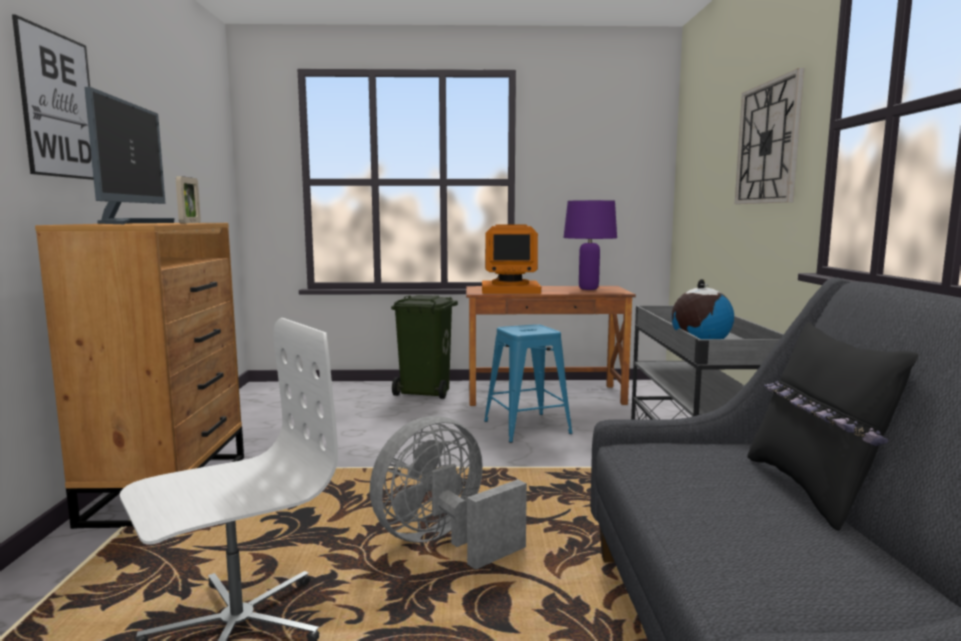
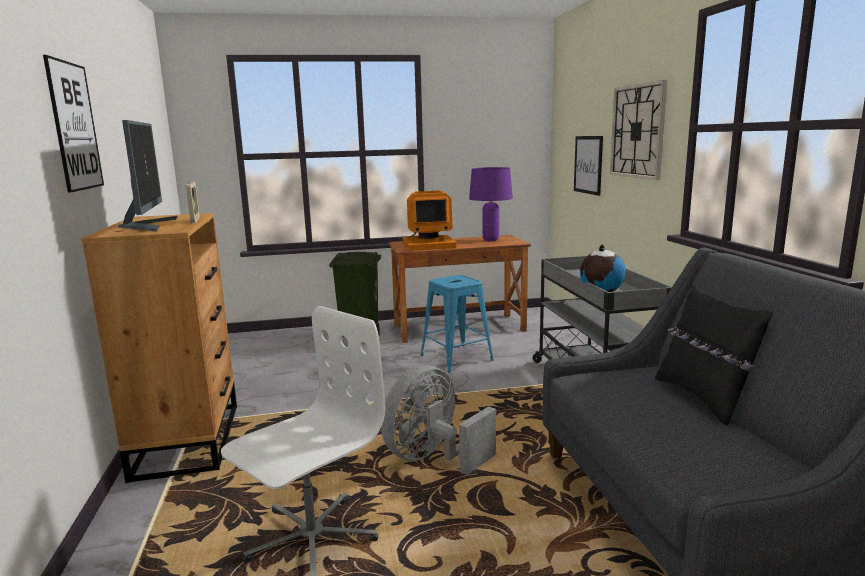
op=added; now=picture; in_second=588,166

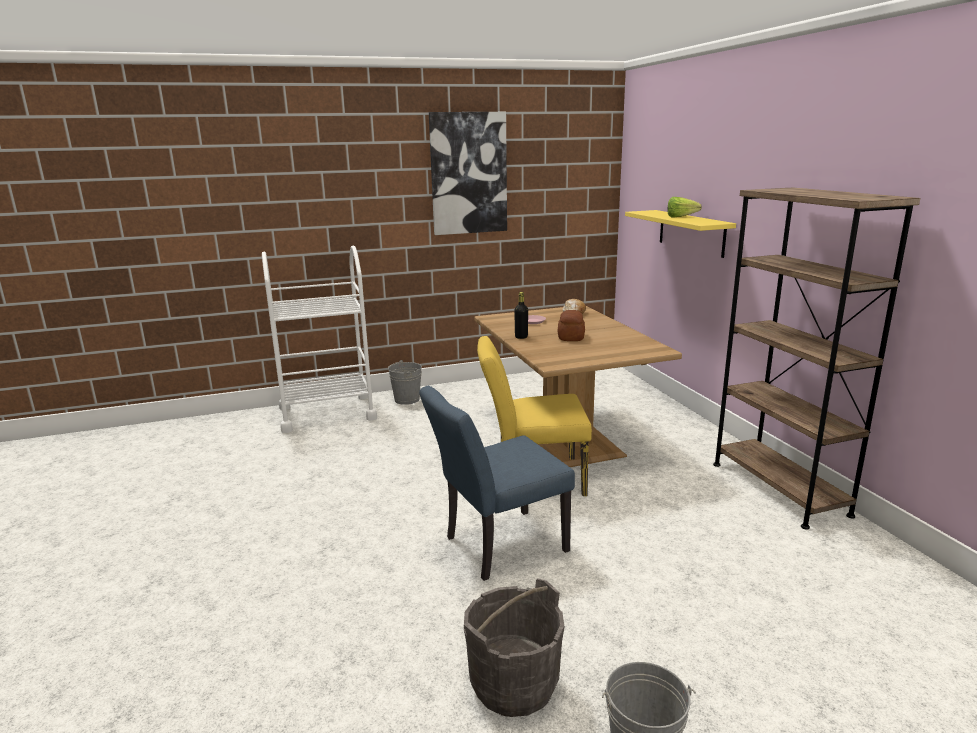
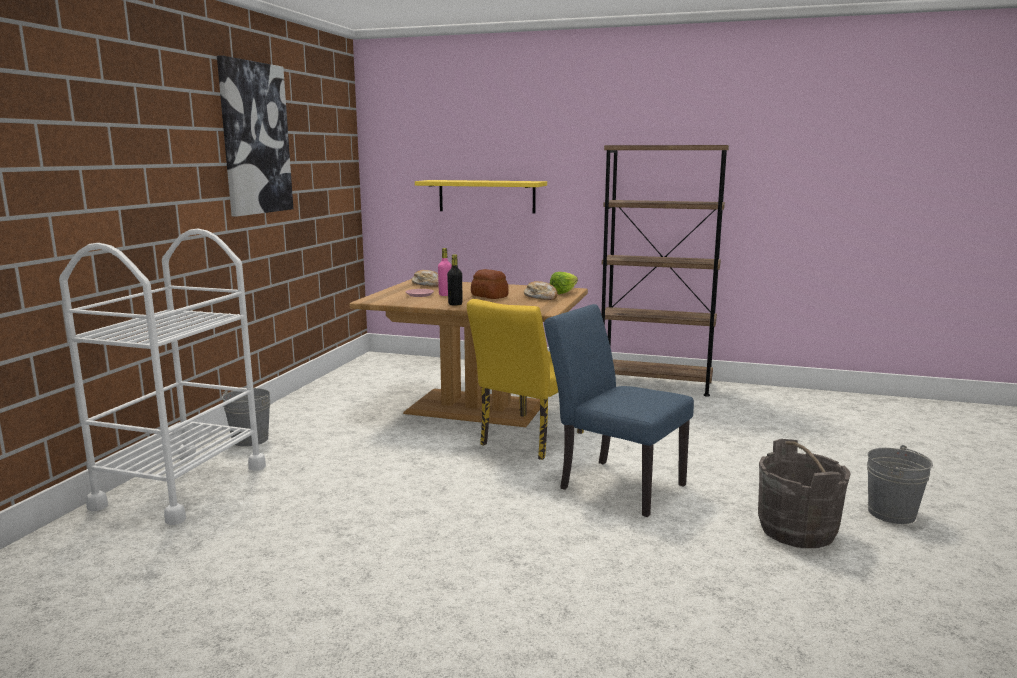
op=moved; was=lettuce; in_first=685,207; in_second=564,283
op=turned; was=blue chair; in_first=497,483; in_second=619,410; clockwise=120
op=added; now=pink bottle; in_second=445,272
op=added; now=bread; in_second=541,290

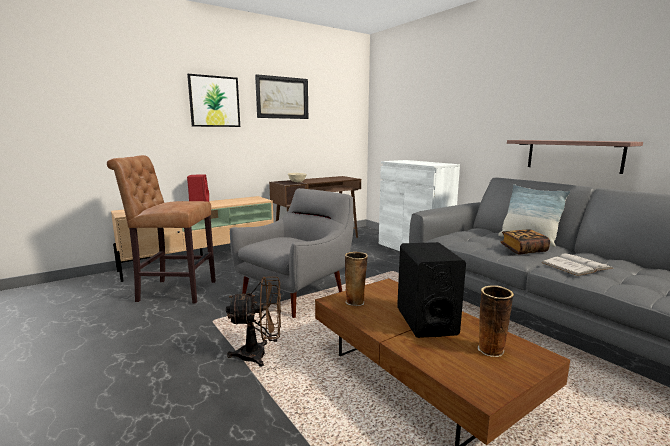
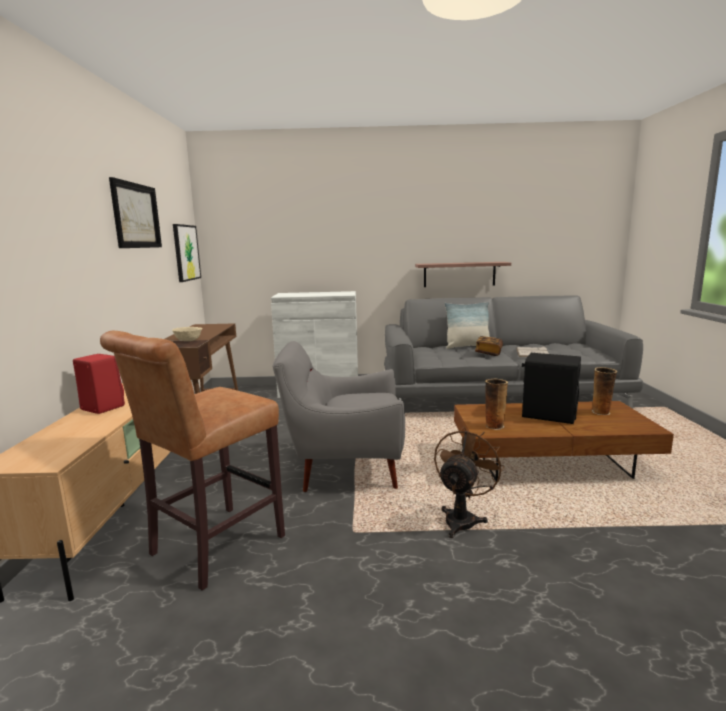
op=moved; was=picture; in_first=213,100; in_second=187,253
op=turned; was=grey armchair; in_first=291,253; in_second=338,416; clockwise=-75

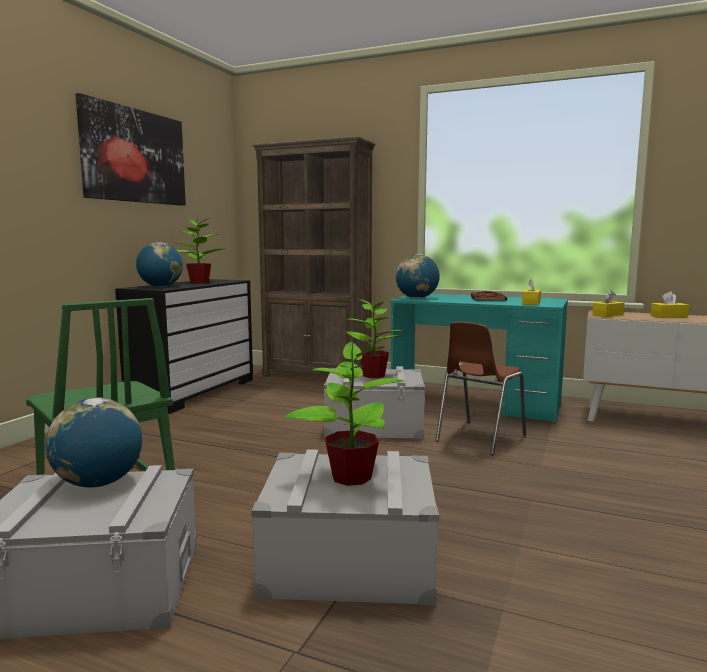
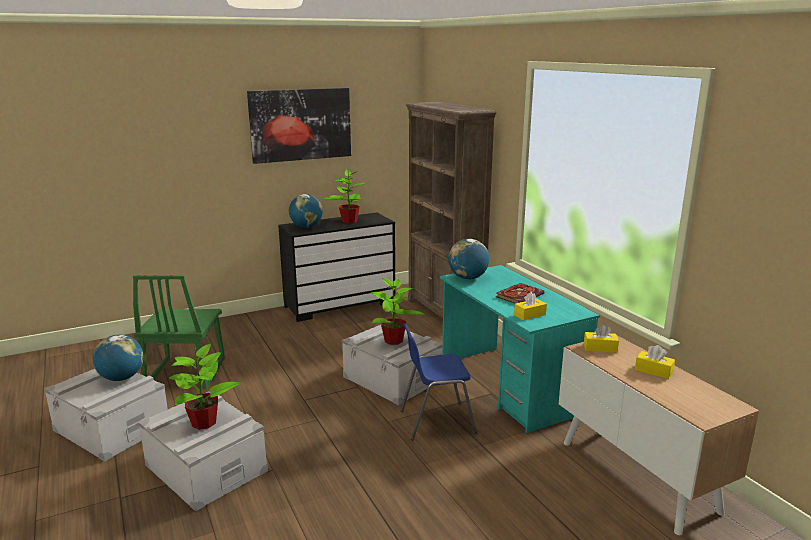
op=recoloured; was=brown chair; now=blue chair; in_first=480,389; in_second=438,382

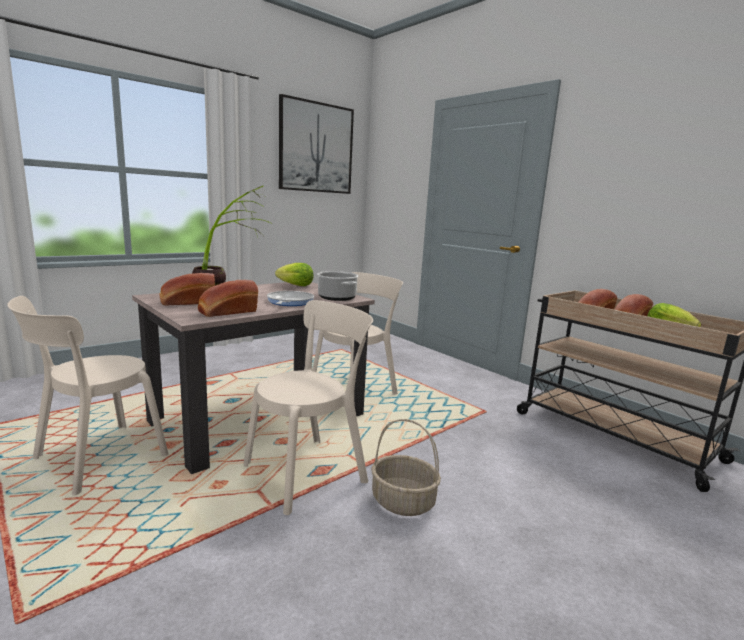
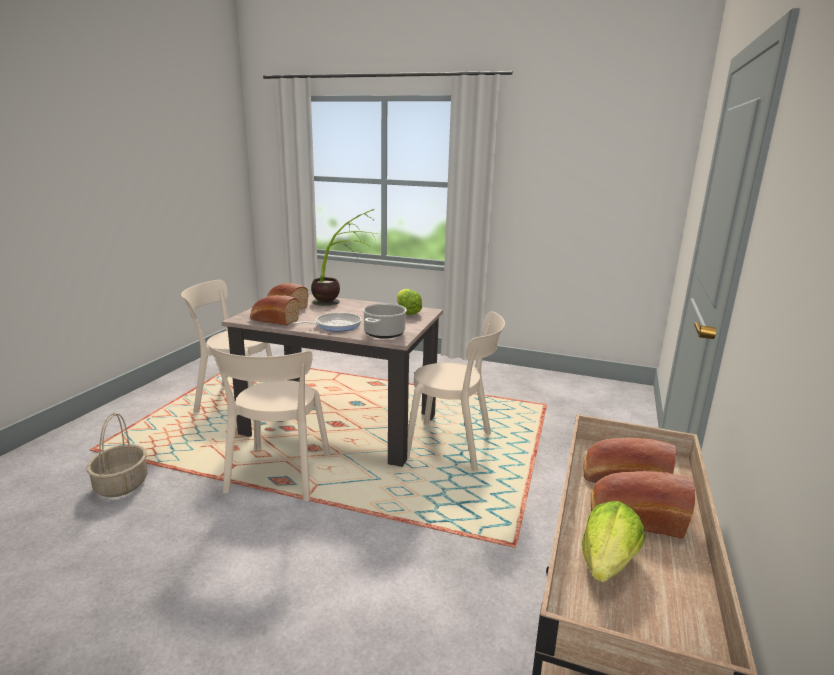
op=removed; was=picture; in_first=316,144
op=turned; was=beige chair; in_first=308,407; in_second=269,422; clockwise=75
op=moved; was=basket; in_first=406,467; in_second=117,455

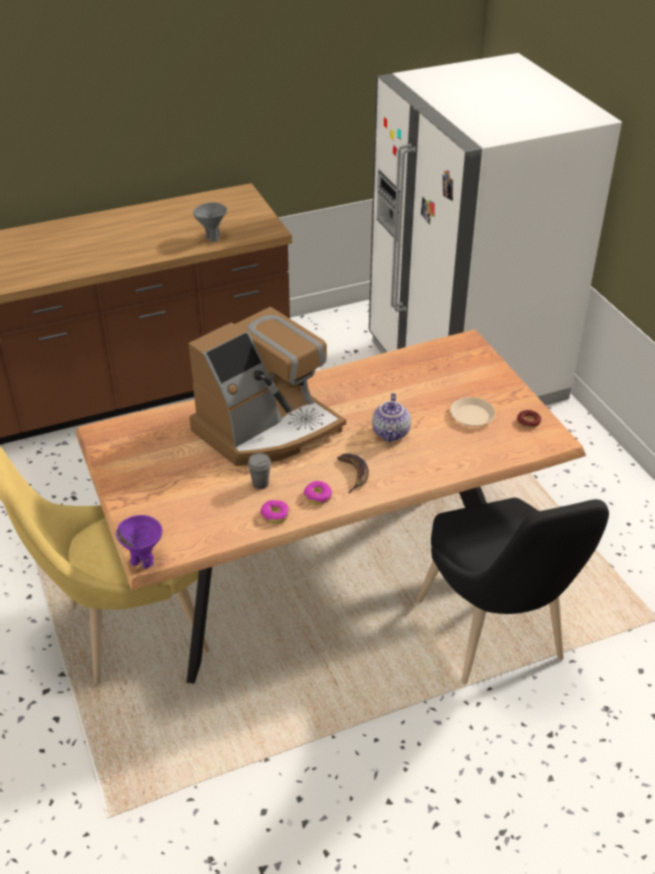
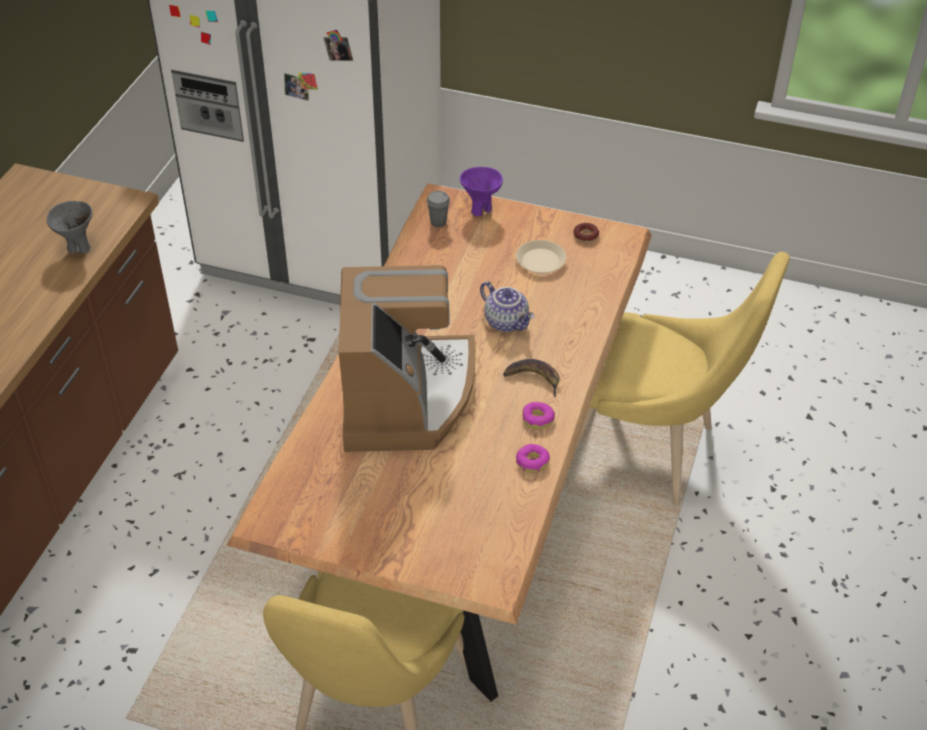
op=moved; was=grey cup; in_first=259,471; in_second=438,209
op=recoloured; was=black chair; now=yellow chair; in_first=513,591; in_second=681,379
op=moved; was=purple bowl; in_first=139,542; in_second=481,192

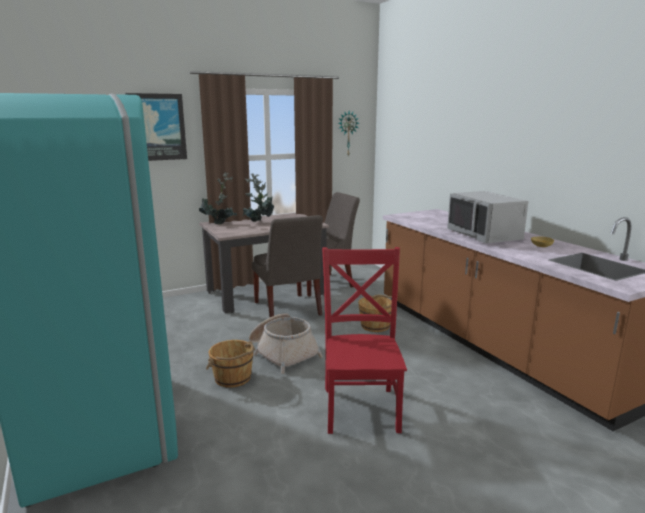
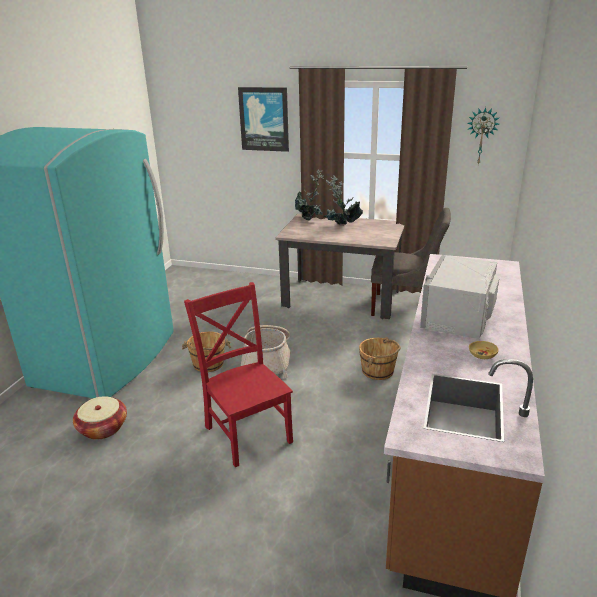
op=removed; was=grey chair; in_first=287,266
op=turned; was=red chair; in_first=364,340; in_second=238,374; clockwise=-75
op=added; now=basket; in_second=100,418

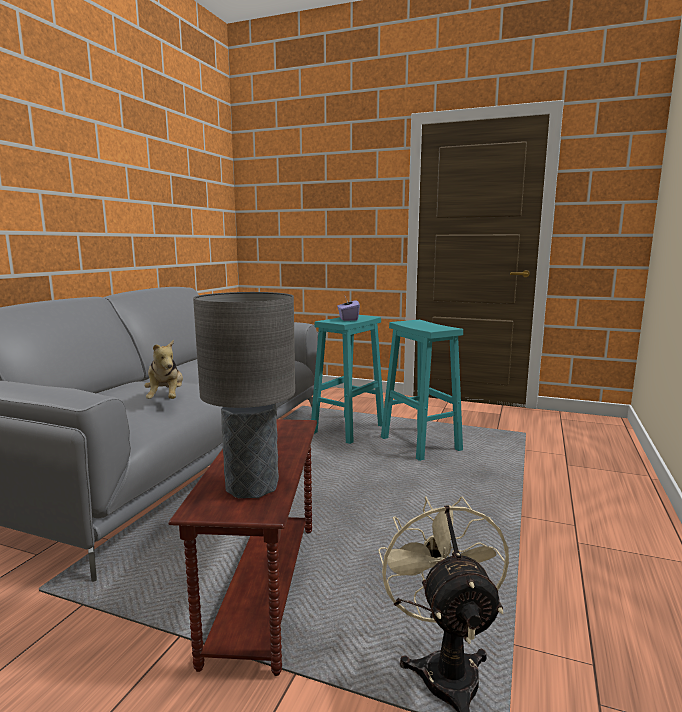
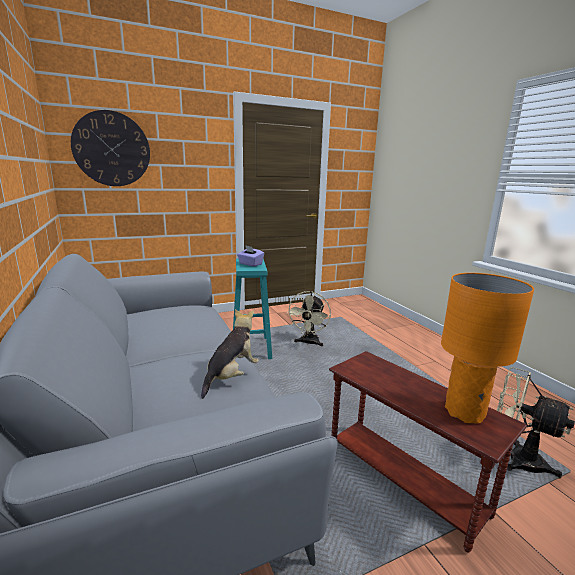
op=recoloured; was=grey table lamp; now=orange table lamp; in_first=244,395; in_second=487,348
op=replaced; was=turquoise stool; now=beige fan; in_first=422,390; in_second=308,318
op=turned; was=plush toy; in_first=163,369; in_second=230,354; clockwise=-90
op=added; now=wall clock; in_second=110,148

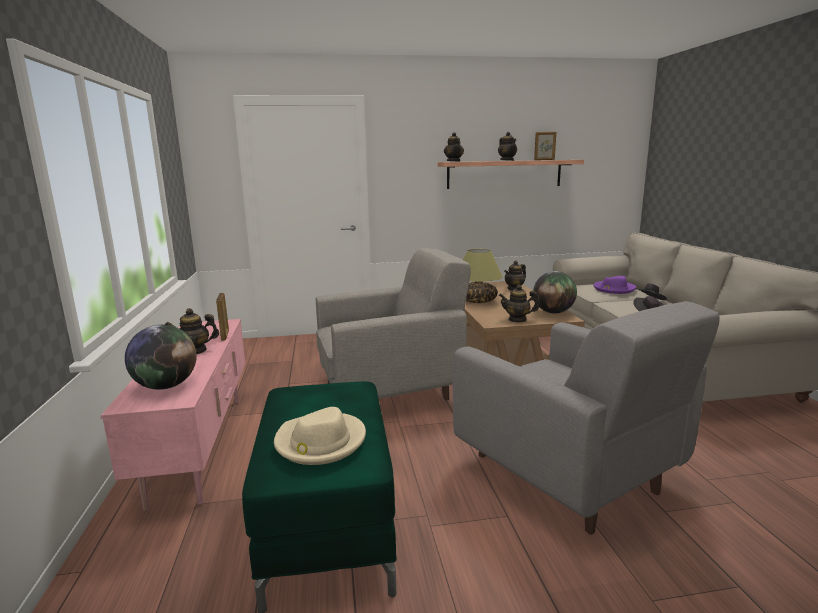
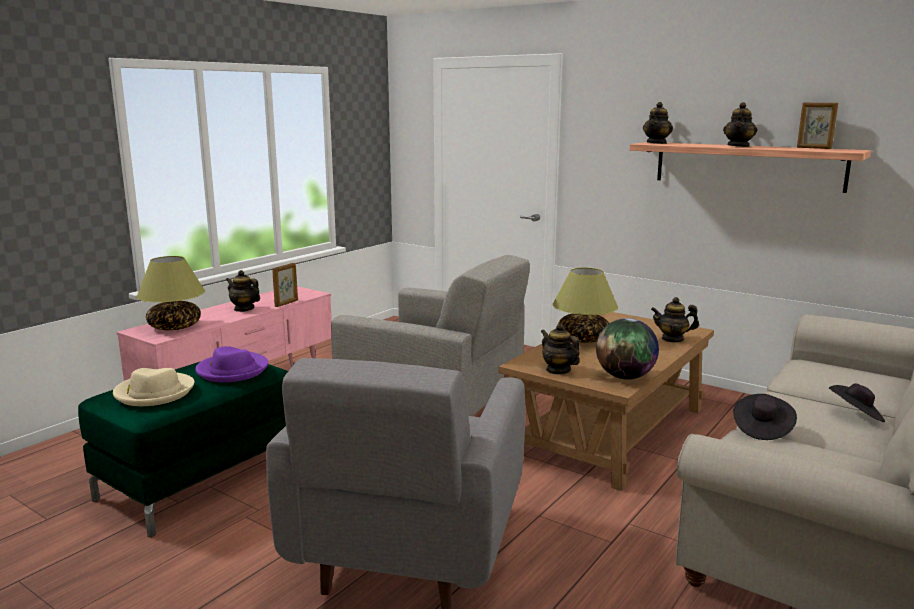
op=moved; was=purple hat; in_first=614,285; in_second=231,364
op=replaced; was=globe; now=table lamp; in_first=161,357; in_second=170,293

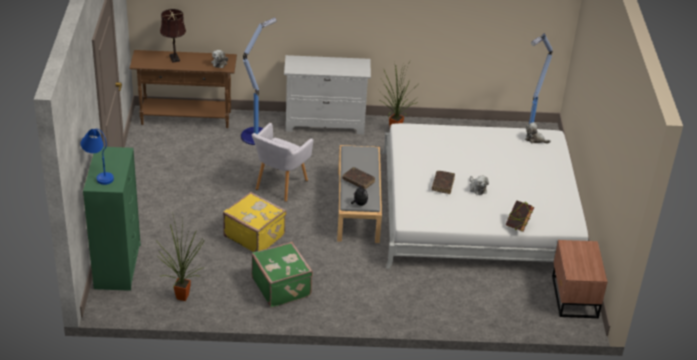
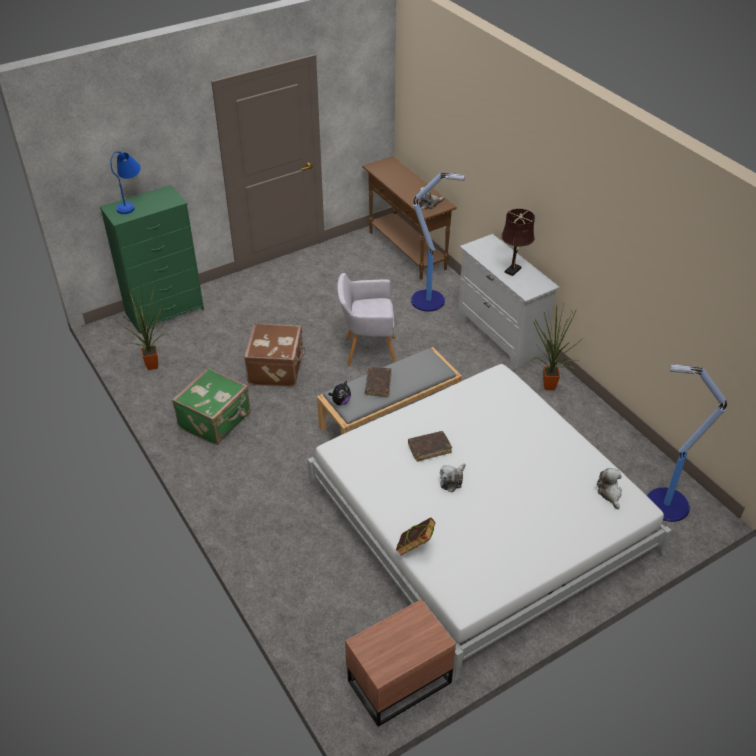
op=moved; was=brown table lamp; in_first=173,36; in_second=518,242
op=recoloured; was=yellow suitcase; now=brown suitcase; in_first=254,222; in_second=275,355

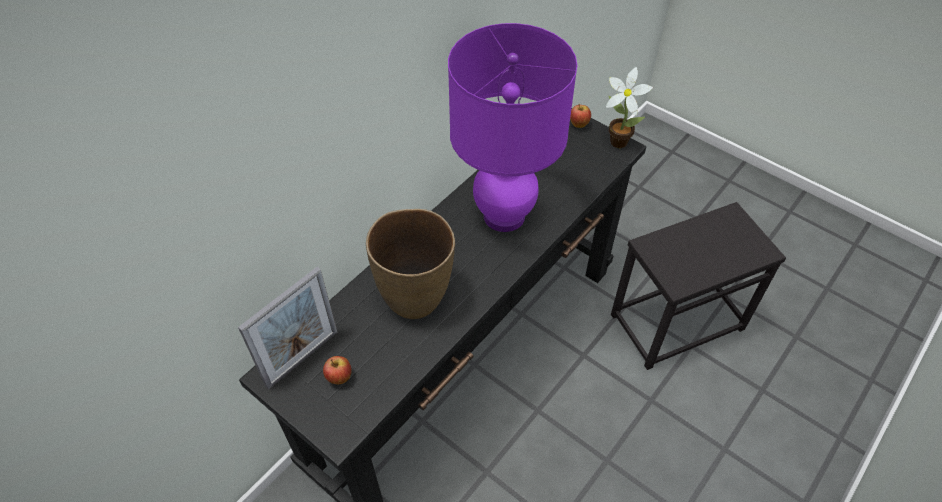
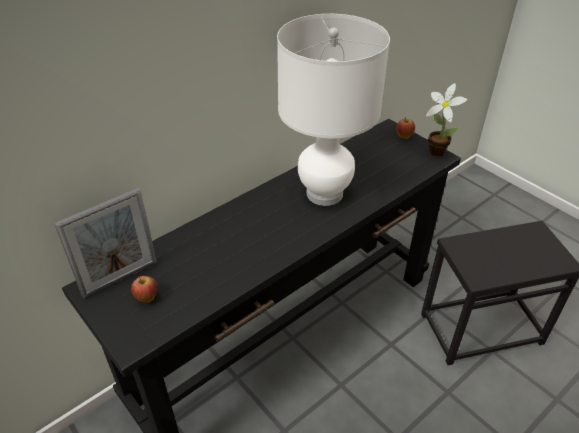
op=recoloured; was=purple table lamp; now=white table lamp; in_first=513,127; in_second=333,110
op=removed; was=brown vase; in_first=410,264

